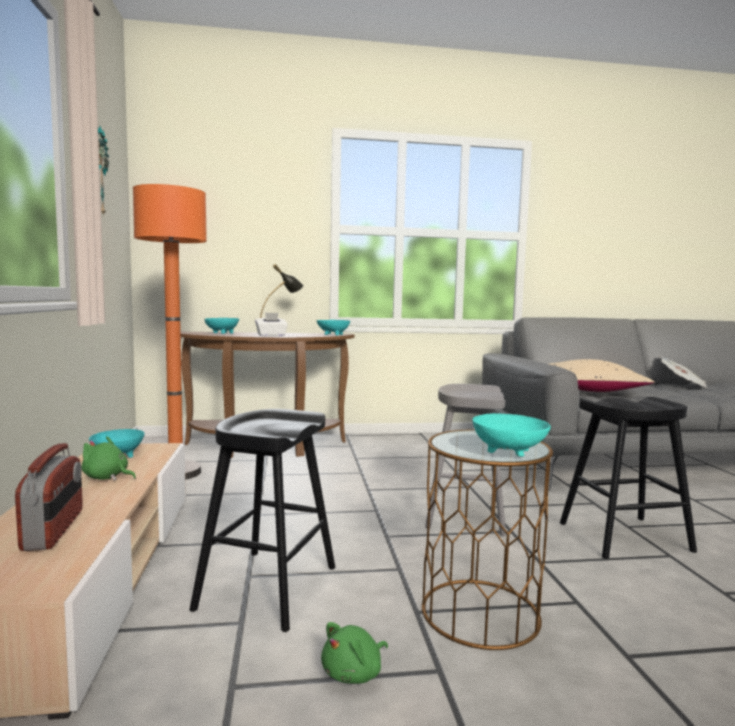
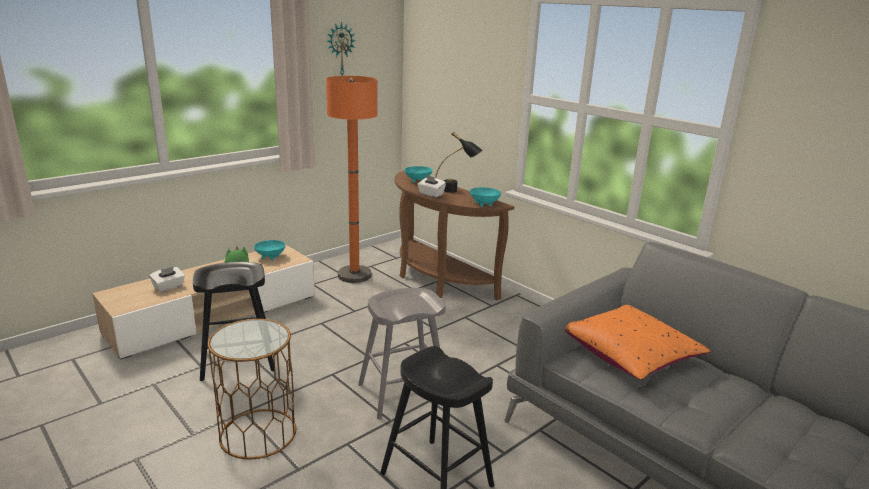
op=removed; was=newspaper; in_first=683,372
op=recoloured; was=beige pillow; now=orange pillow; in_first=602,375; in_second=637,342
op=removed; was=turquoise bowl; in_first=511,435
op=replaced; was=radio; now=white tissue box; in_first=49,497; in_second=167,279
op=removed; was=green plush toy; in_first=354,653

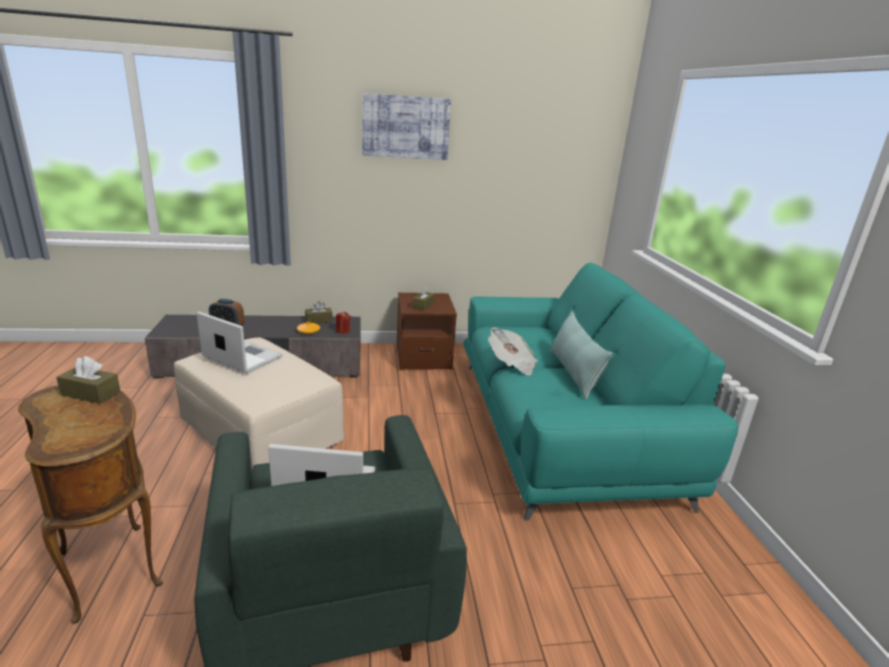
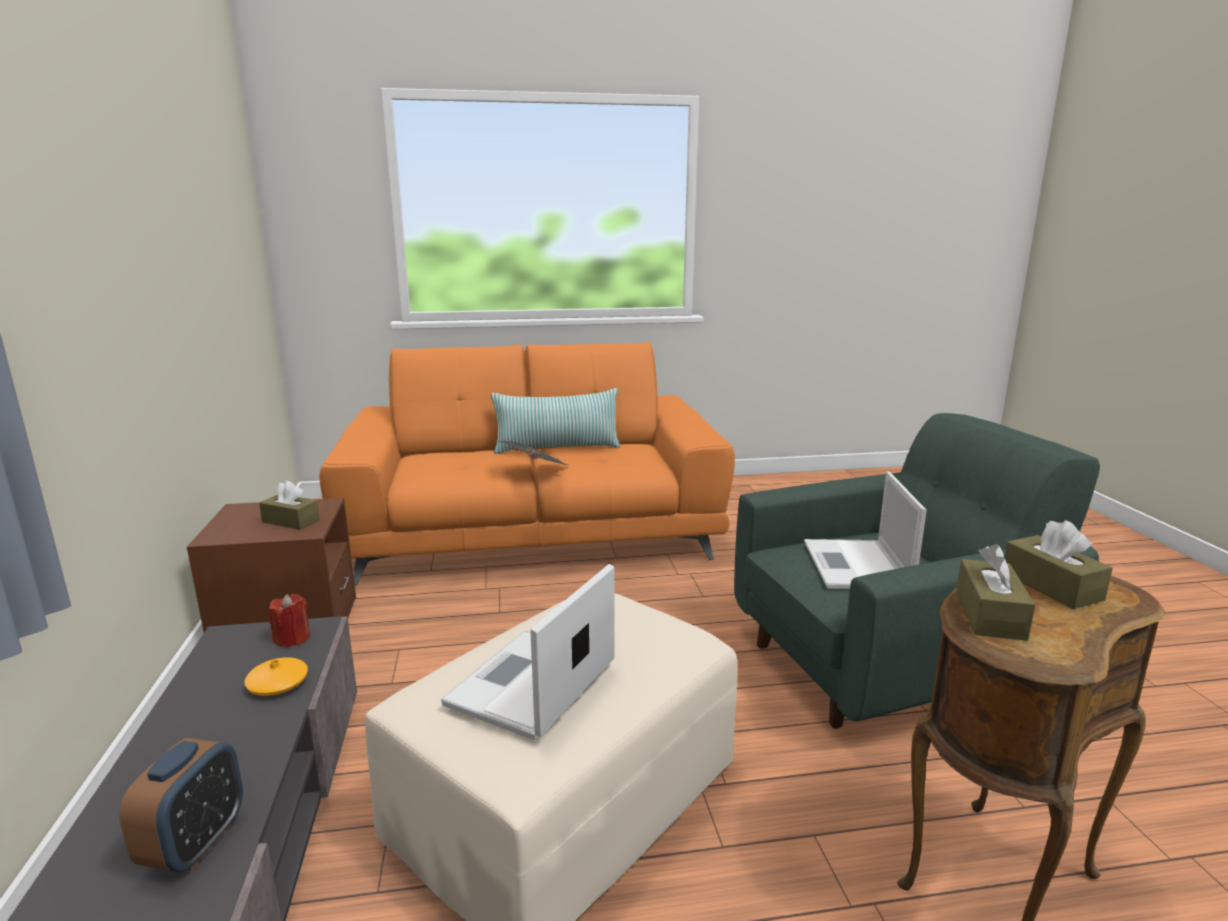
op=removed; was=picture; in_first=406,126
op=recoloured; was=turquoise sofa; now=orange sofa; in_first=600,391; in_second=527,464
op=moved; was=brown tissue box; in_first=319,312; in_second=1058,564

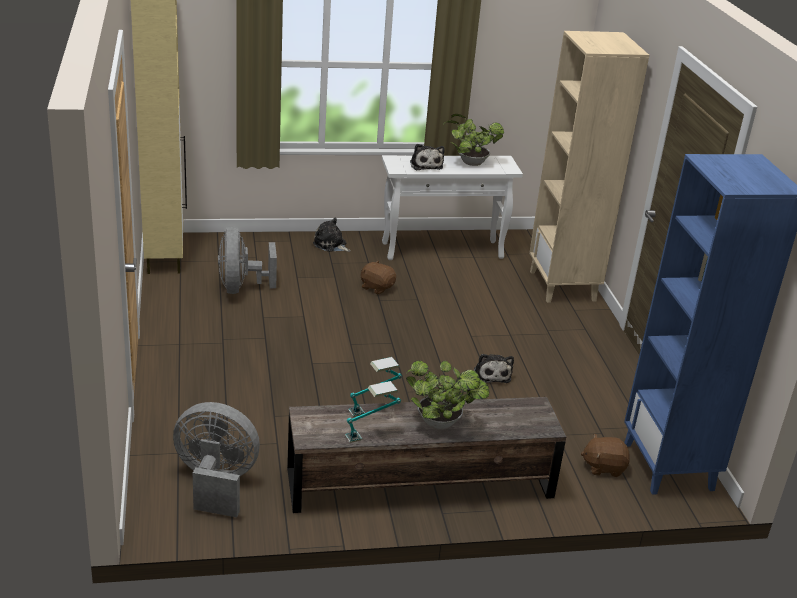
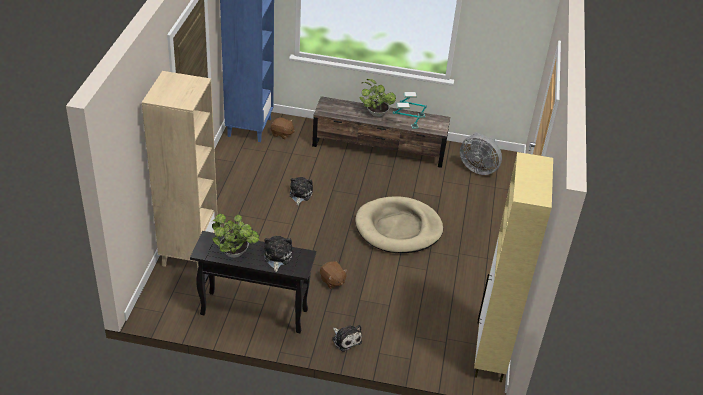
op=recoloured; was=white console table; now=black console table; in_first=452,207; in_second=253,282
op=removed; was=grey fan; in_first=247,260
op=added; now=beige dog bed; in_second=399,224

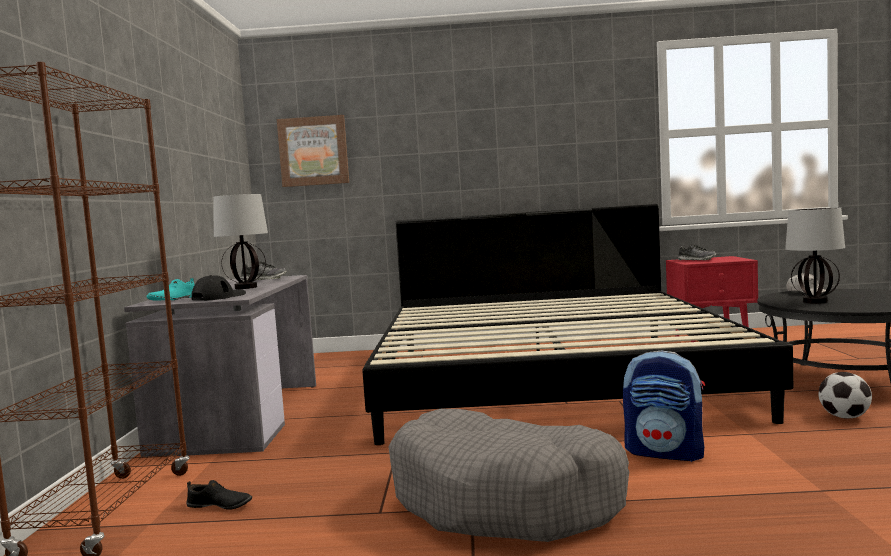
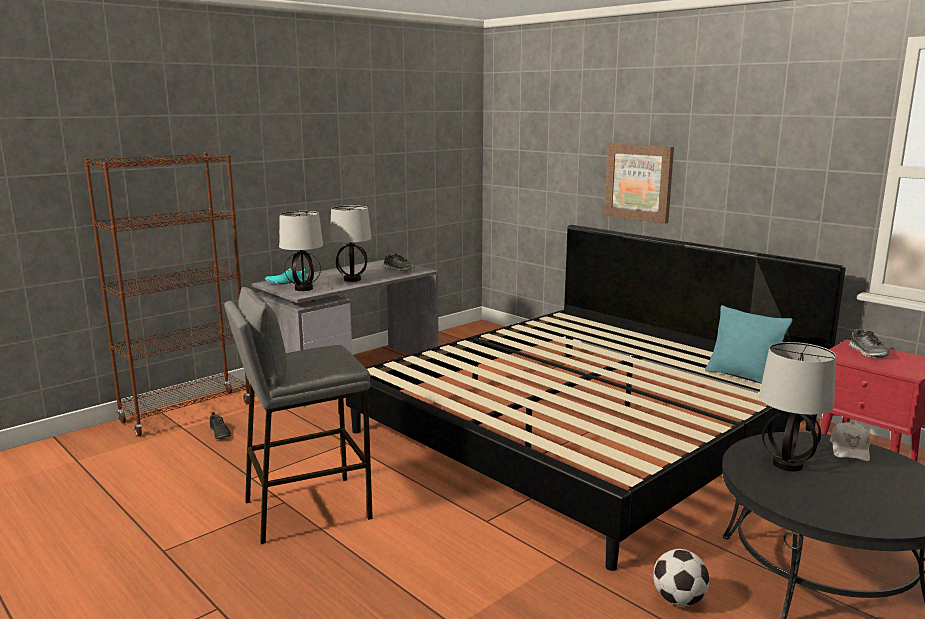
op=moved; was=picture; in_first=313,151; in_second=639,184
op=replaced; was=black cap; now=table lamp; in_first=218,288; in_second=301,251
op=removed; was=backpack; in_first=664,406
op=replaced; was=grey dog bed; now=grey stool; in_first=508,475; in_second=298,415
op=added; now=turquoise pillow; in_second=749,344

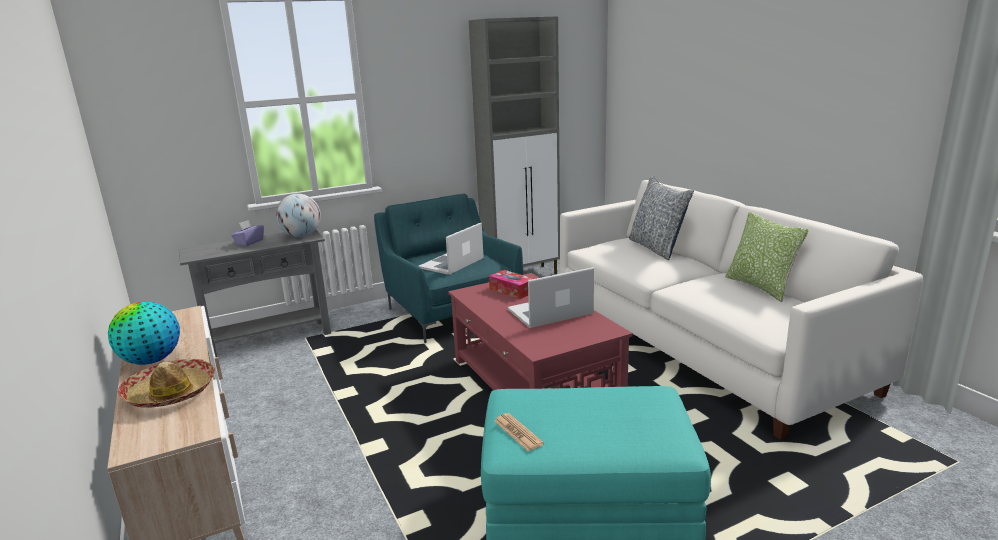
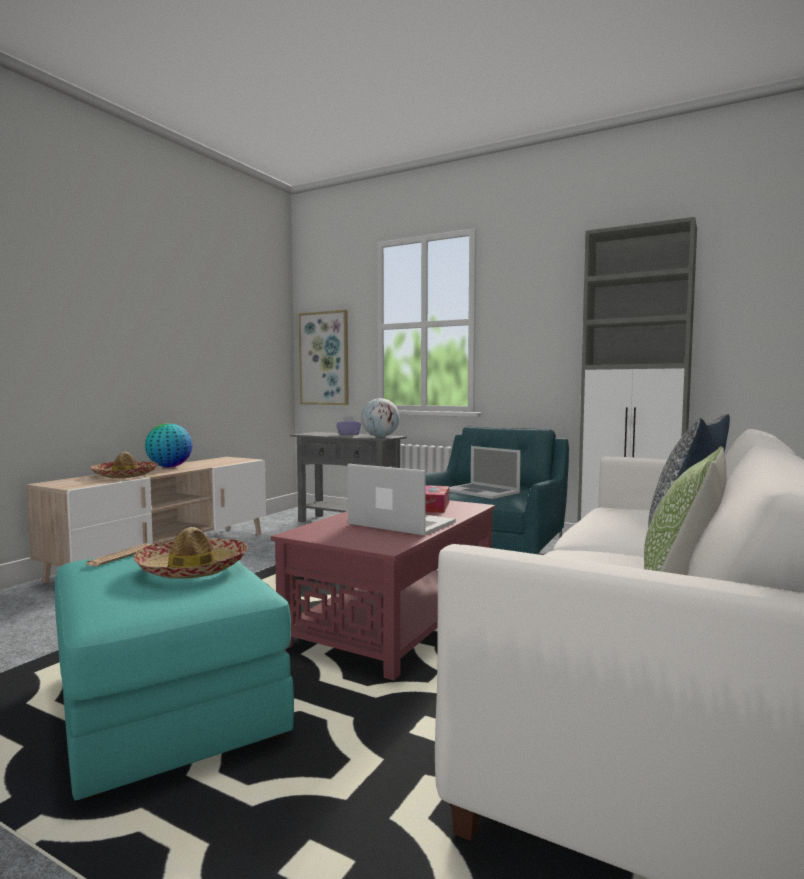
op=turned; was=laptop; in_first=451,249; in_second=485,472; clockwise=-135
op=added; now=picture; in_second=323,357
op=added; now=hat; in_second=191,553

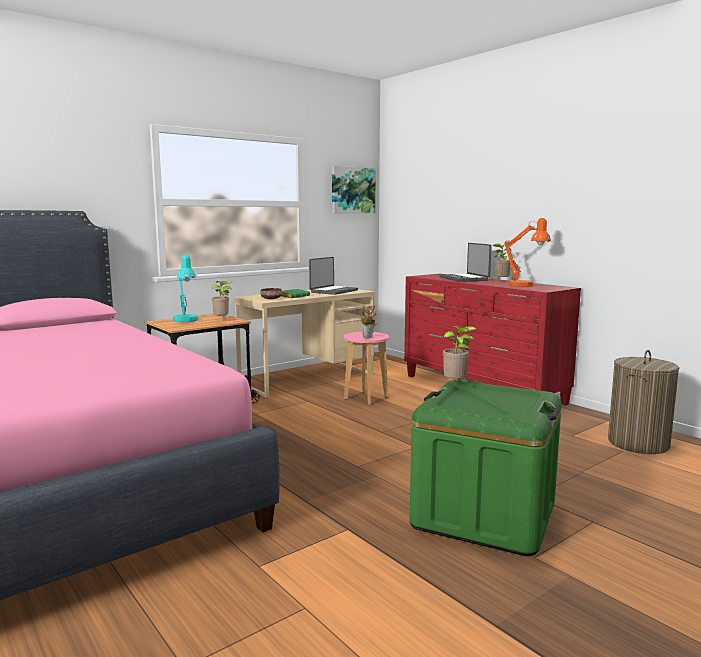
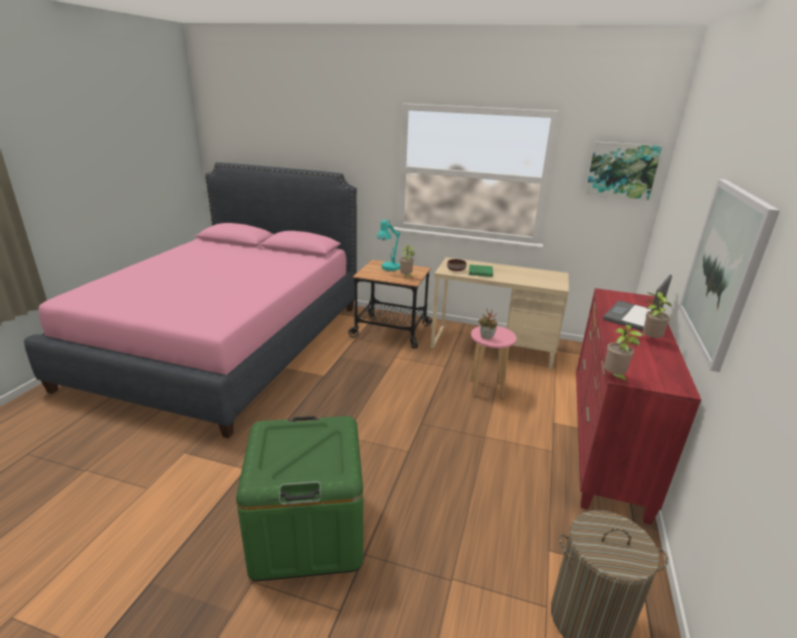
op=removed; was=orange table lamp; in_first=527,252
op=removed; was=laptop; in_first=333,276
op=moved; was=potted plant; in_first=459,355; in_second=623,353
op=added; now=picture; in_second=729,275

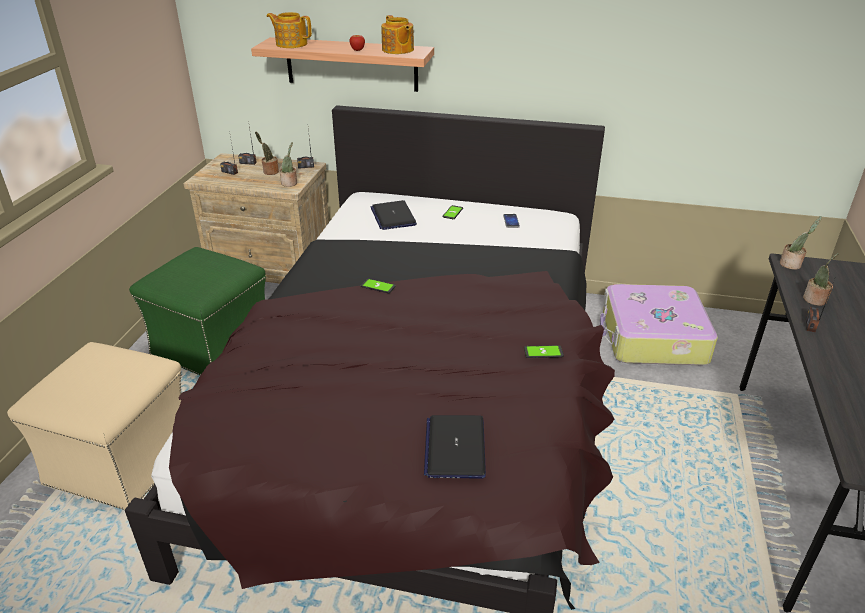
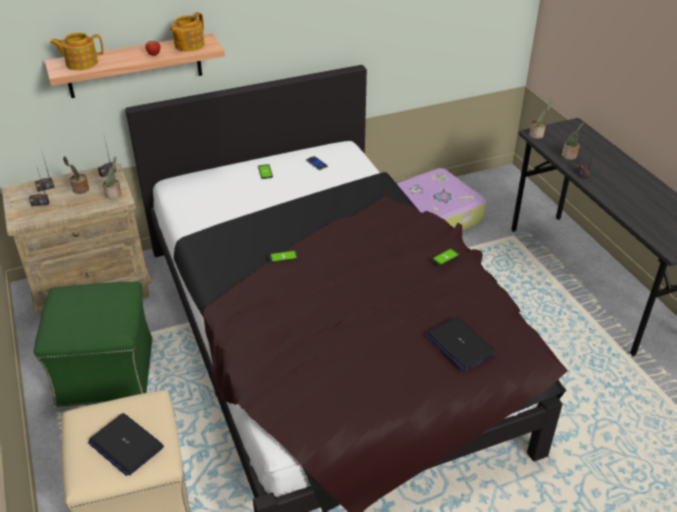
op=turned; was=teapot; in_first=397,34; in_second=187,31; clockwise=90
op=moved; was=laptop; in_first=394,215; in_second=126,444

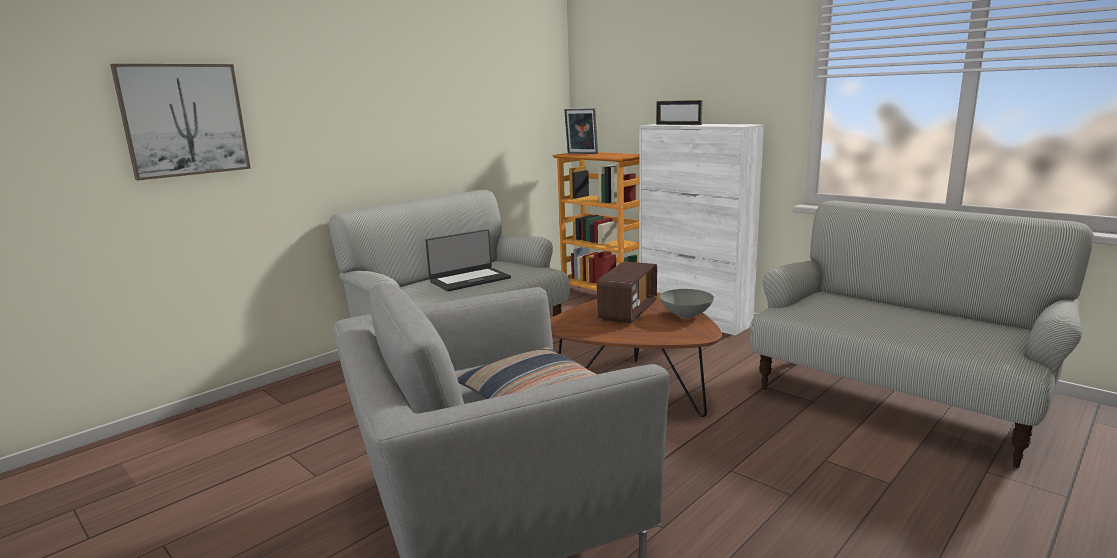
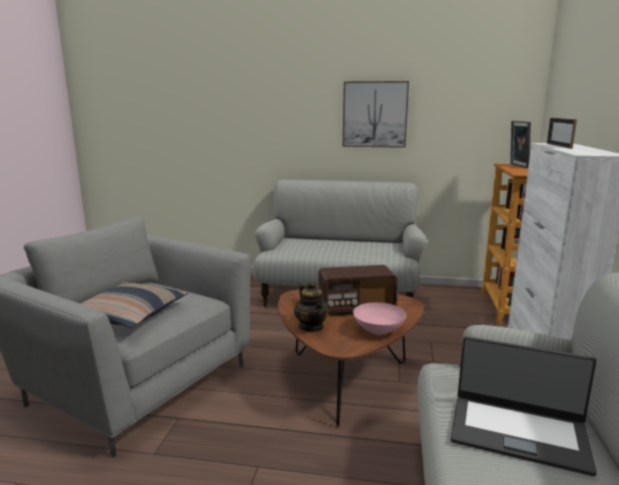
op=moved; was=picture; in_first=180,122; in_second=376,114
op=moved; was=laptop; in_first=468,260; in_second=524,406
op=recoloured; was=grey bowl; now=pink bowl; in_first=687,303; in_second=380,318
op=added; now=teapot; in_second=311,306

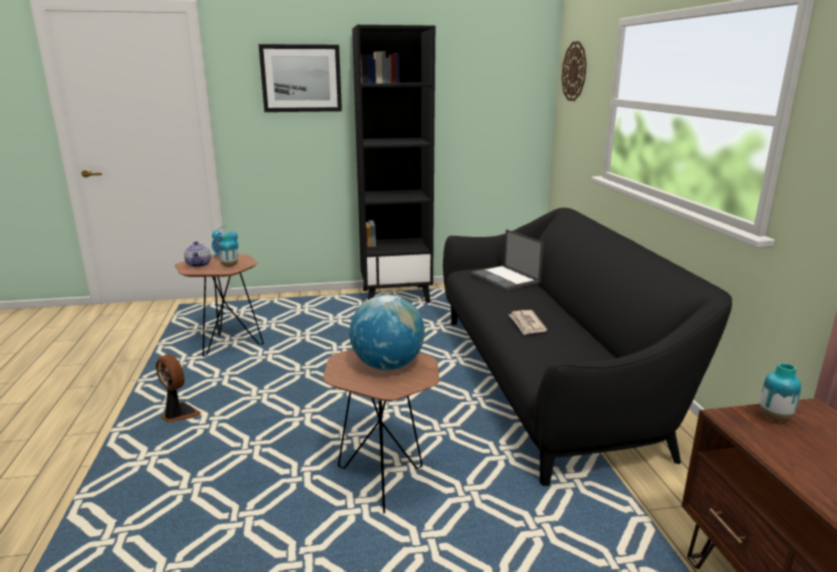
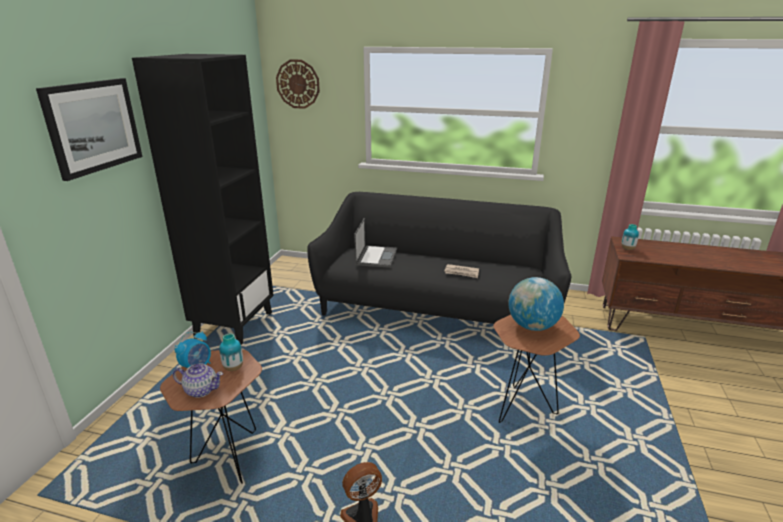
op=turned; was=laptop; in_first=507,260; in_second=375,243; clockwise=-75

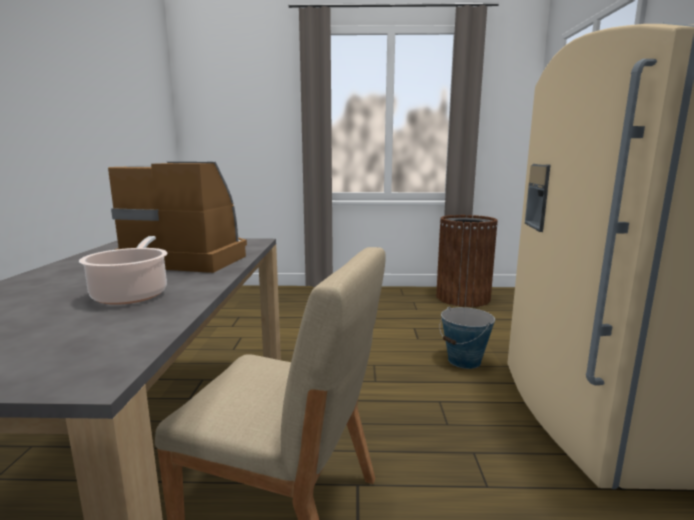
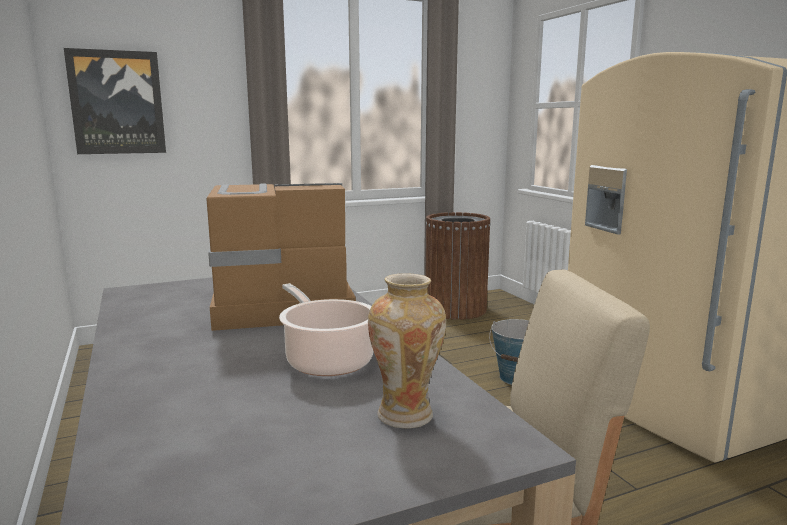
op=added; now=picture; in_second=115,101
op=added; now=vase; in_second=407,351

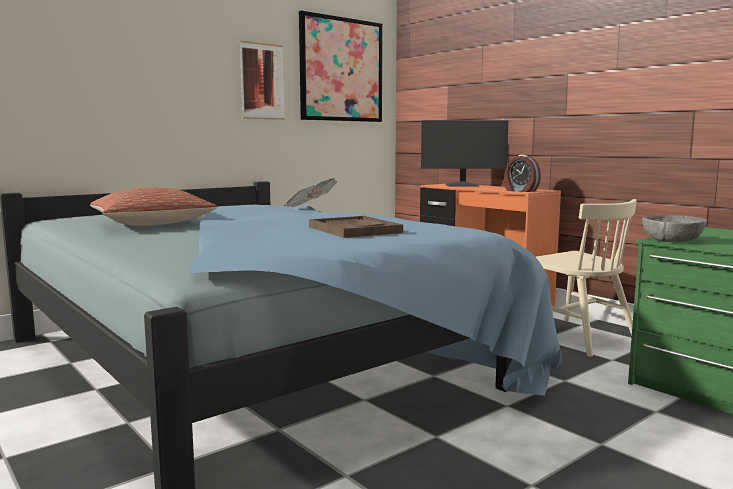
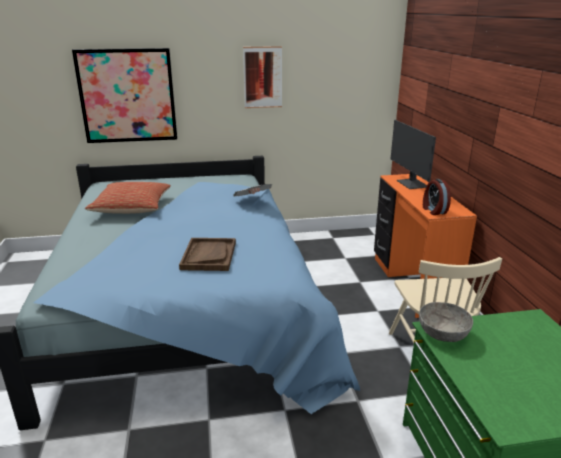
op=moved; was=picture; in_first=340,66; in_second=124,95
op=turned; was=monitor; in_first=465,153; in_second=413,154; clockwise=45

